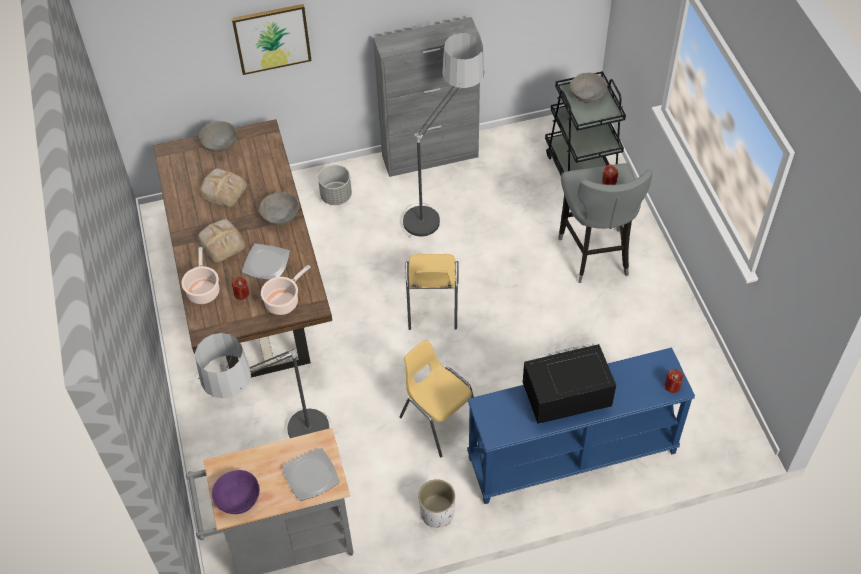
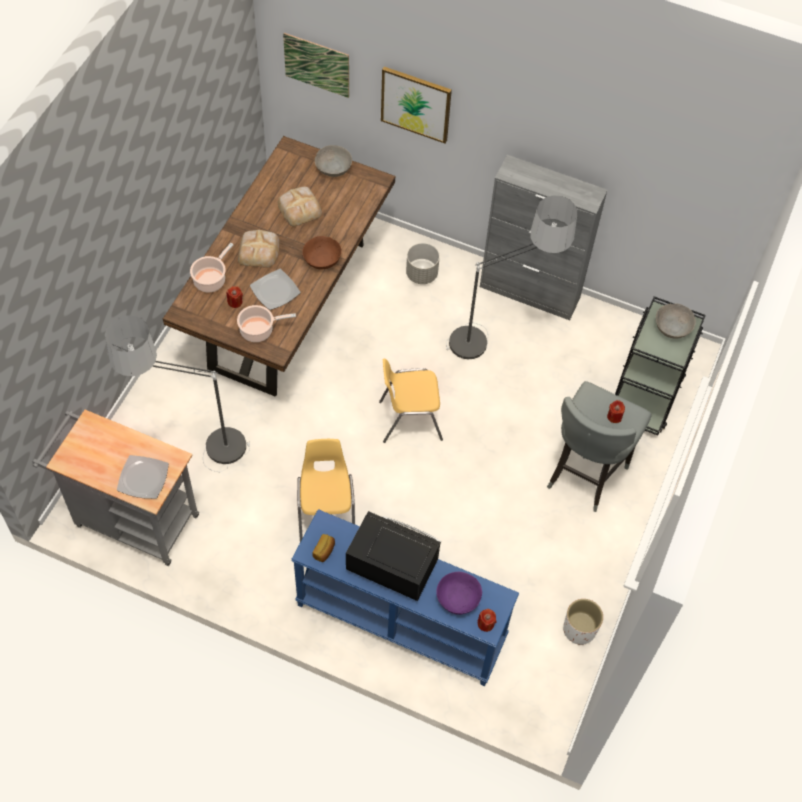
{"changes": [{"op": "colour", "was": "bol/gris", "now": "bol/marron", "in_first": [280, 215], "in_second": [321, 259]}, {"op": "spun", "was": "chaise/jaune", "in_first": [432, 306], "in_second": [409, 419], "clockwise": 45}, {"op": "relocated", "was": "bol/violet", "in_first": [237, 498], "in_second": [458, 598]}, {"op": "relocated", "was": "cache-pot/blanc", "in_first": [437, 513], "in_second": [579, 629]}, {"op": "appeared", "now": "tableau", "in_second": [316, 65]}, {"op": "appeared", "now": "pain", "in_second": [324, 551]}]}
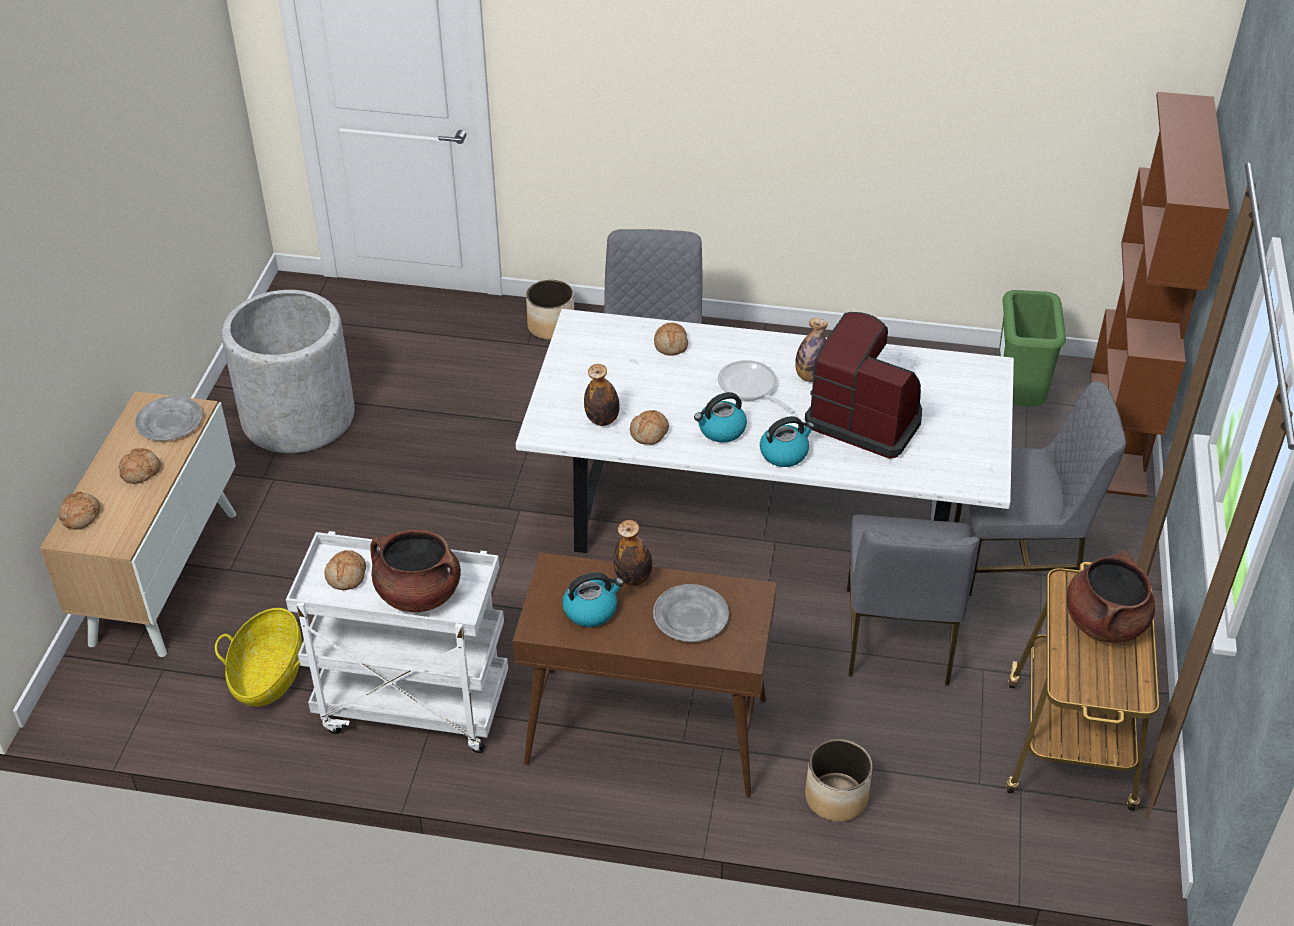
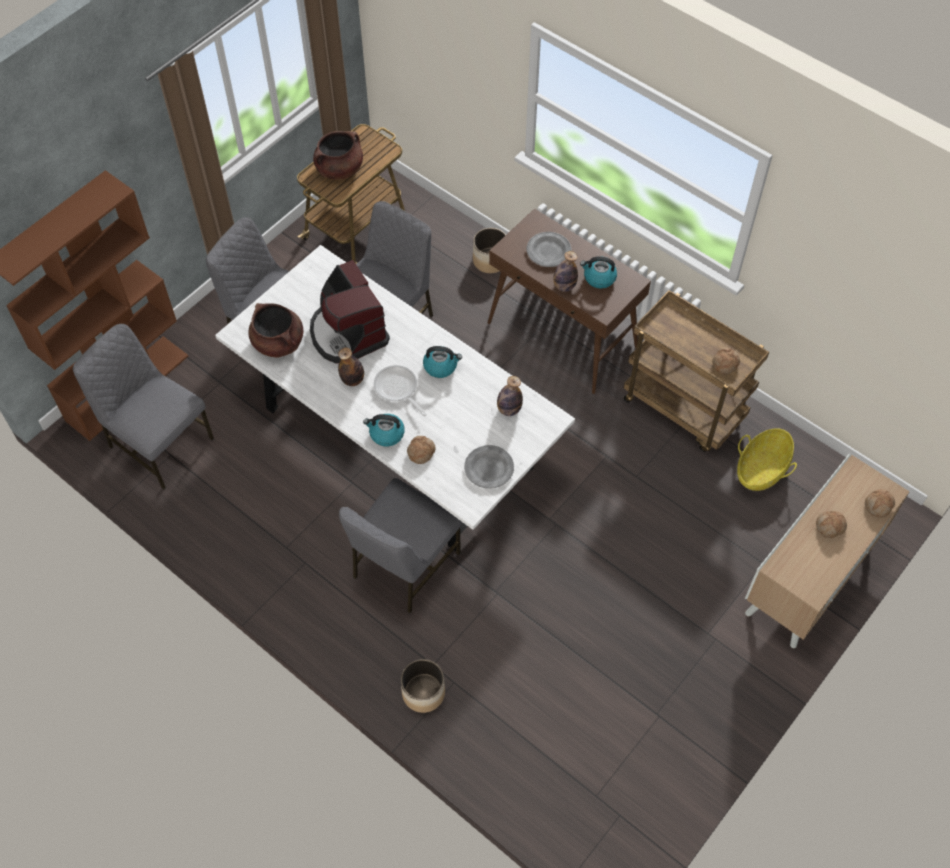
{"changes": [{"op": "missing", "was": "cache-pot/gris", "in_first": [298, 417]}, {"op": "exchanged", "was": "poubelle/vert", "now": "chaise/gris", "in_first": [1018, 400], "in_second": [159, 443]}, {"op": "spun", "was": "poêle", "in_first": [750, 388], "in_second": [398, 389], "clockwise": 150}, {"op": "relocated", "was": "assiette/gris", "in_first": [170, 422], "in_second": [488, 468]}, {"op": "missing", "was": "pain", "in_first": [650, 433]}, {"op": "relocated", "was": "bouilloire", "in_first": [784, 453], "in_second": [386, 434]}, {"op": "relocated", "was": "marmite/marron", "in_first": [418, 594], "in_second": [278, 343]}, {"op": "colour", "was": "chariot/blanc", "now": "chariot/marron", "in_first": [411, 708], "in_second": [684, 409]}]}
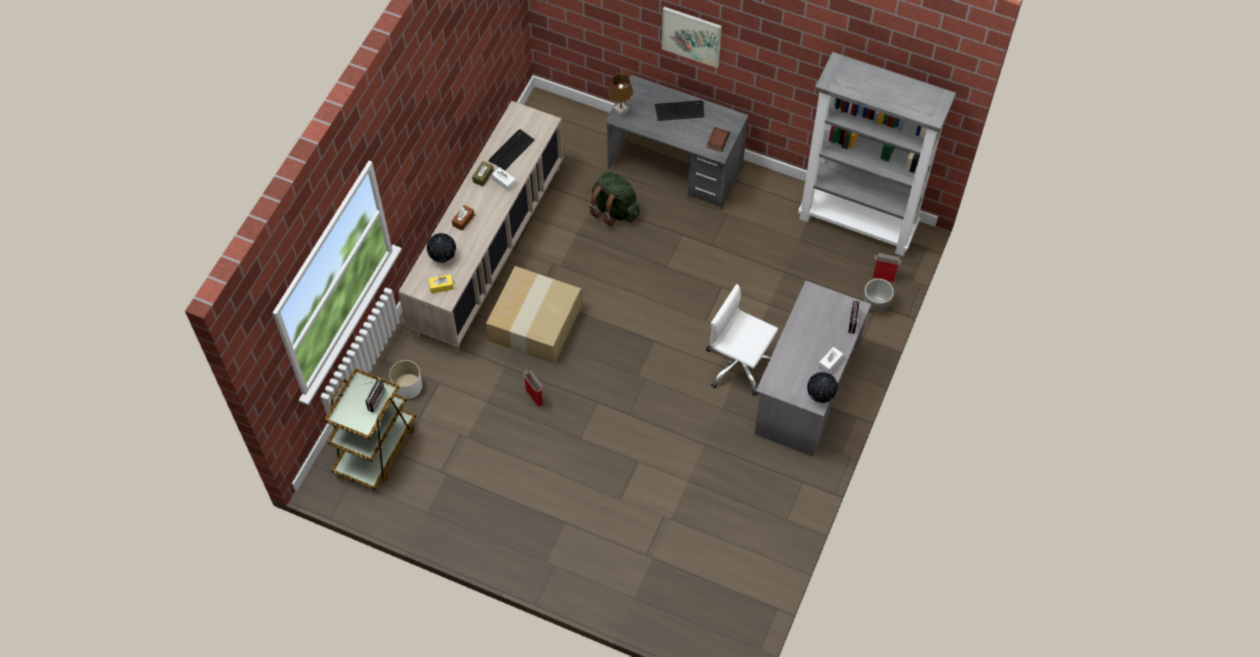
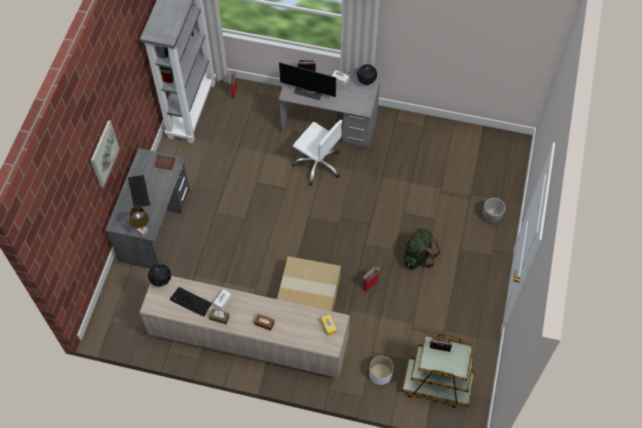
{"changes": [{"op": "relocated", "was": "sac à dos/vert", "in_first": [614, 210], "in_second": [418, 256]}, {"op": "relocated", "was": "globe", "in_first": [443, 258], "in_second": [161, 281]}, {"op": "relocated", "was": "cache-pot", "in_first": [875, 305], "in_second": [492, 216]}, {"op": "spun", "was": "chaise de bureau/blanc", "in_first": [739, 365], "in_second": [318, 164], "clockwise": -75}, {"op": "appeared", "now": "écran d'ordinateur", "in_second": [310, 90]}]}
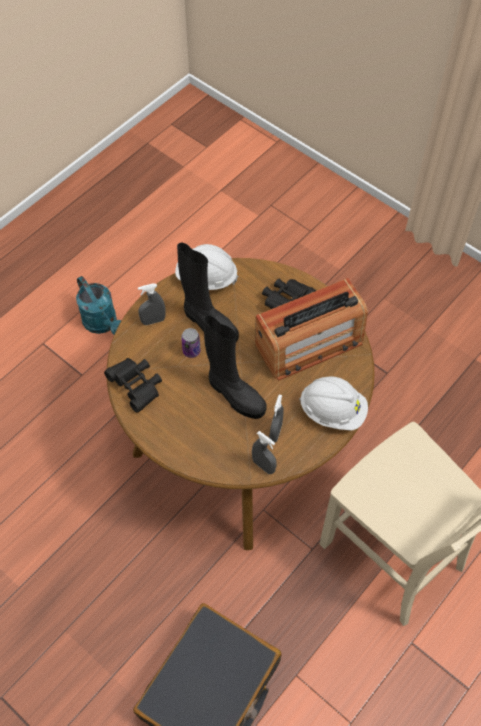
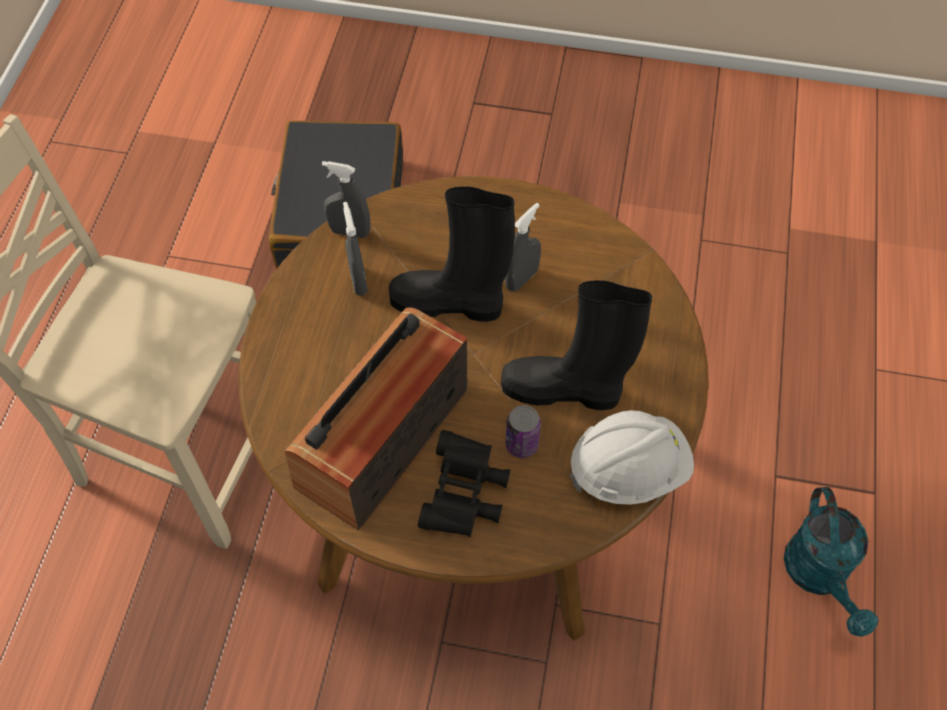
{"changes": [{"op": "spun", "was": "arrosoir/turquoise", "in_first": [103, 324], "in_second": [820, 576], "clockwise": -120}, {"op": "relocated", "was": "vaporisateur/gris", "in_first": [153, 321], "in_second": [521, 279]}, {"op": "relocated", "was": "boîte métallique", "in_first": [191, 351], "in_second": [521, 444]}, {"op": "missing", "was": "jumelles/noir", "in_first": [137, 387]}, {"op": "missing", "was": "casque de chantier/blanc", "in_first": [332, 411]}]}
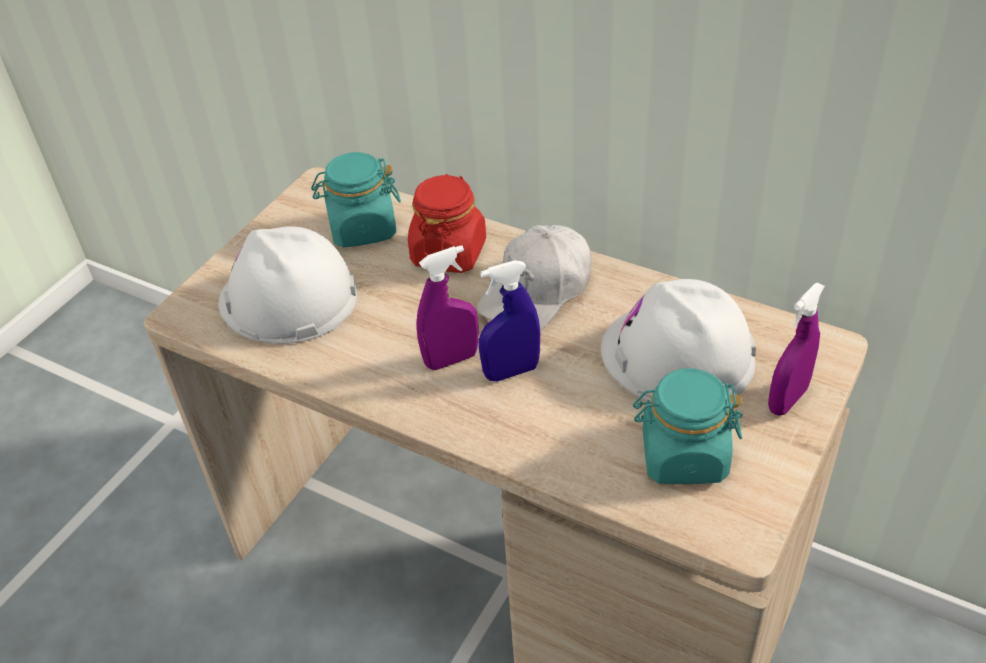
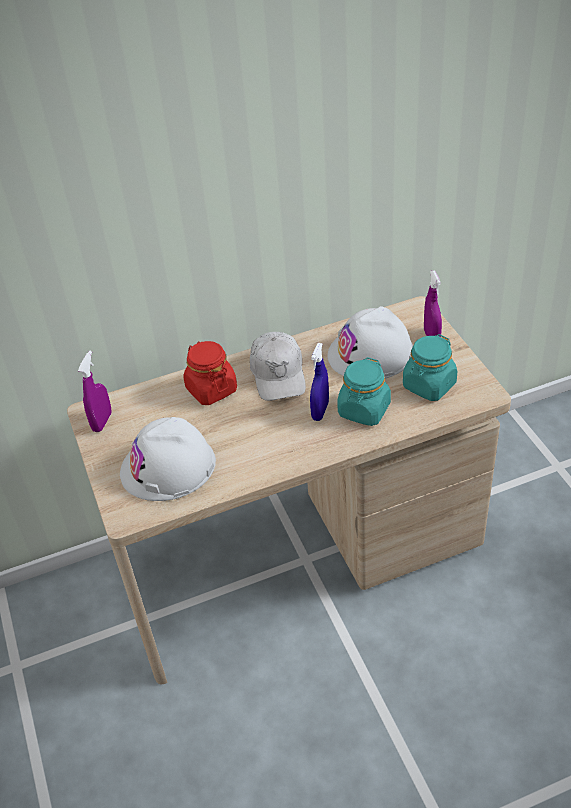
{"changes": [{"op": "relocated", "was": "bocal/turquoise", "in_first": [362, 228], "in_second": [364, 410]}, {"op": "relocated", "was": "vaporisateur/violet", "in_first": [451, 359], "in_second": [102, 422]}]}
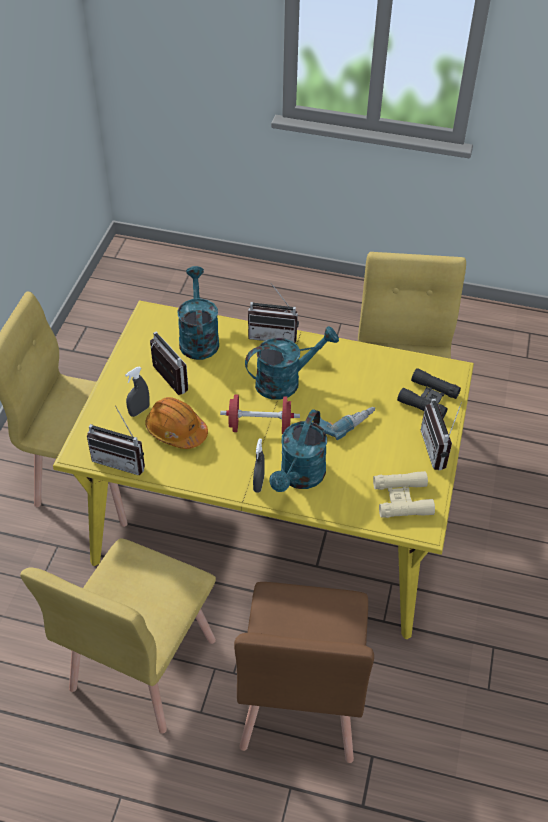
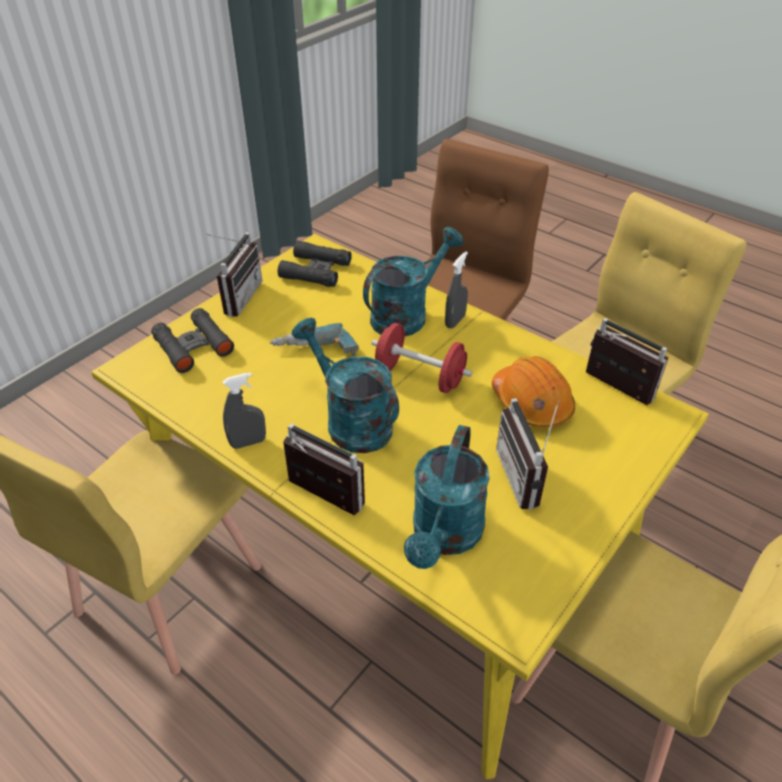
{"changes": [{"op": "spun", "was": "arrosoir/turquoise", "in_first": [285, 381], "in_second": [351, 421], "clockwise": 45}, {"op": "relocated", "was": "vaporisateur/gris", "in_first": [139, 411], "in_second": [248, 442]}, {"op": "colour", "was": "jumelles/beige", "now": "jumelles/noir", "in_first": [402, 499], "in_second": [315, 270]}]}
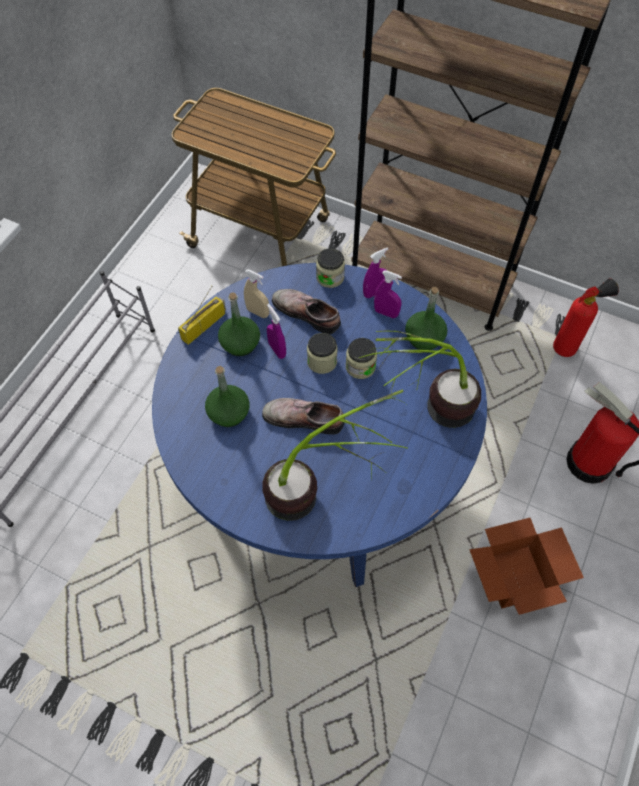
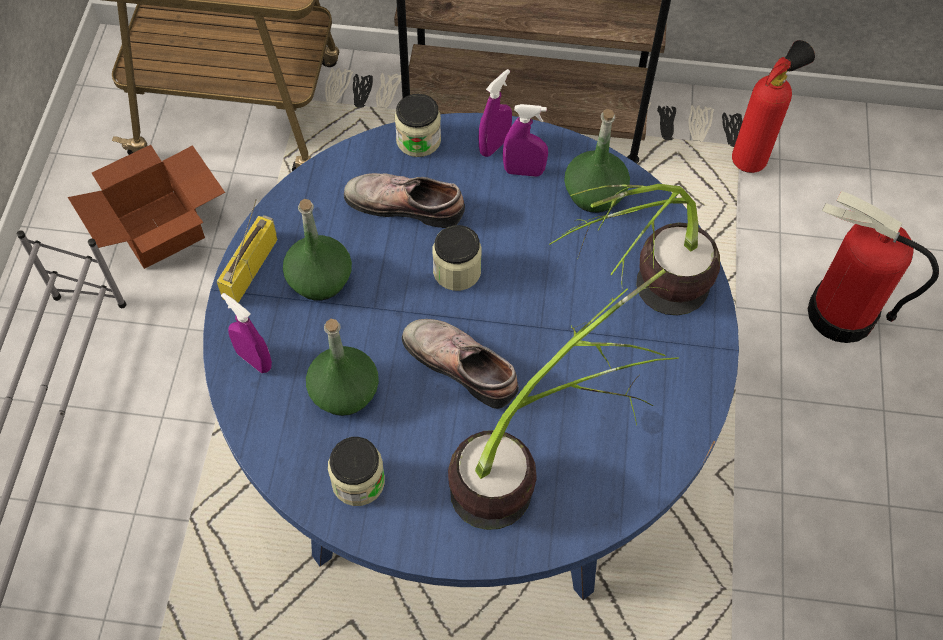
{"changes": [{"op": "missing", "was": "vaporisateur/beige", "in_first": [258, 312]}, {"op": "relocated", "was": "vaporisateur/violet", "in_first": [277, 350], "in_second": [254, 360]}, {"op": "relocated", "was": "bocal", "in_first": [360, 366], "in_second": [358, 481]}, {"op": "spun", "was": "chaussure", "in_first": [304, 417], "in_second": [463, 363], "clockwise": 45}, {"op": "relocated", "was": "carton", "in_first": [517, 577], "in_second": [162, 229]}]}
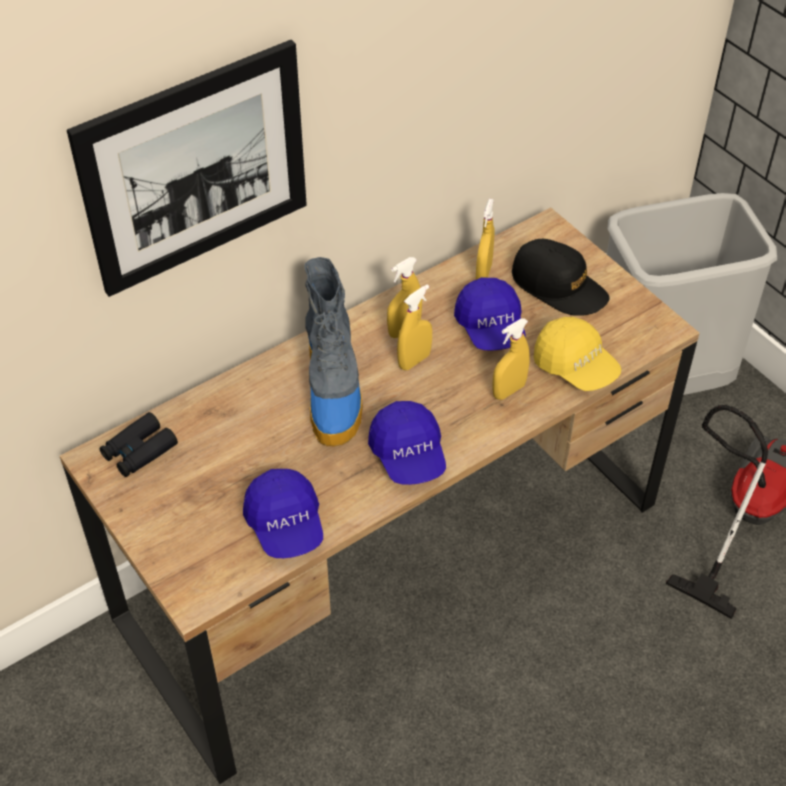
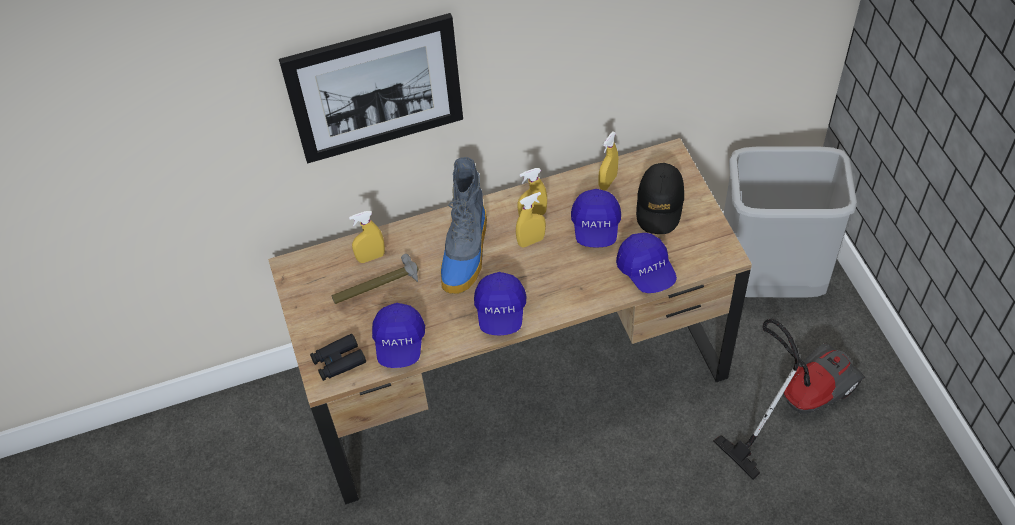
{"changes": [{"op": "spun", "was": "casquette/noir", "in_first": [559, 286], "in_second": [660, 204], "clockwise": 45}, {"op": "colour", "was": "casquette/jaune", "now": "casquette/bleu", "in_first": [575, 367], "in_second": [646, 271]}, {"op": "relocated", "was": "vaporisateur/jaune", "in_first": [508, 390], "in_second": [371, 257]}, {"op": "relocated", "was": "jumelles/noir", "in_first": [139, 451], "in_second": [338, 361]}, {"op": "appeared", "now": "marteau", "in_second": [376, 287]}]}
